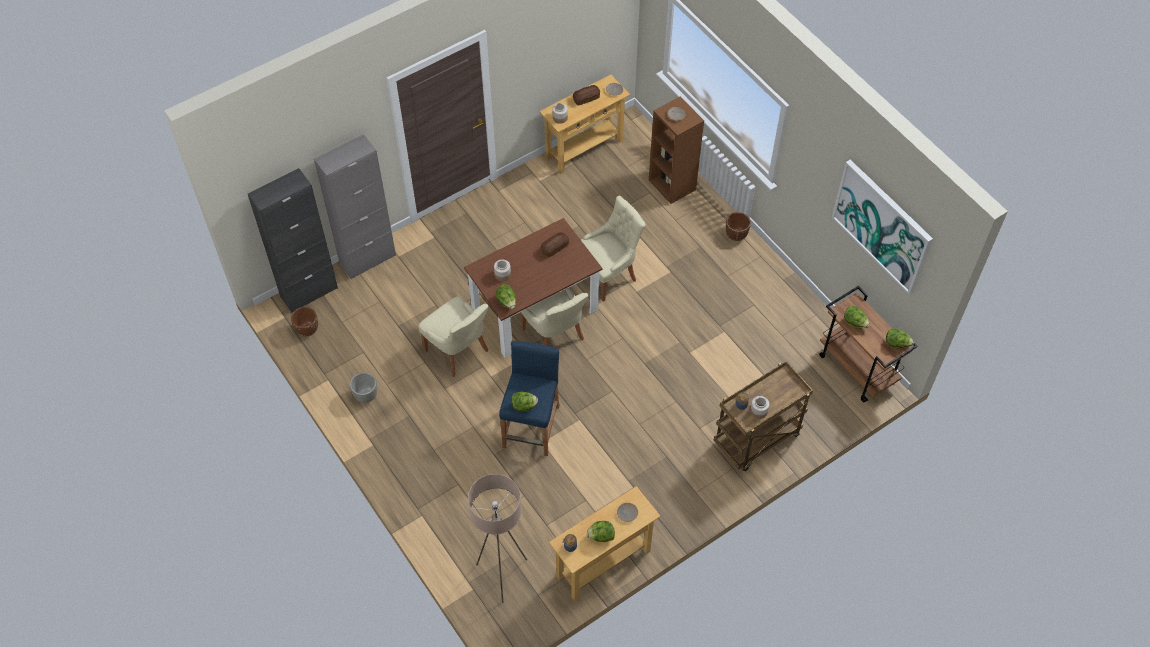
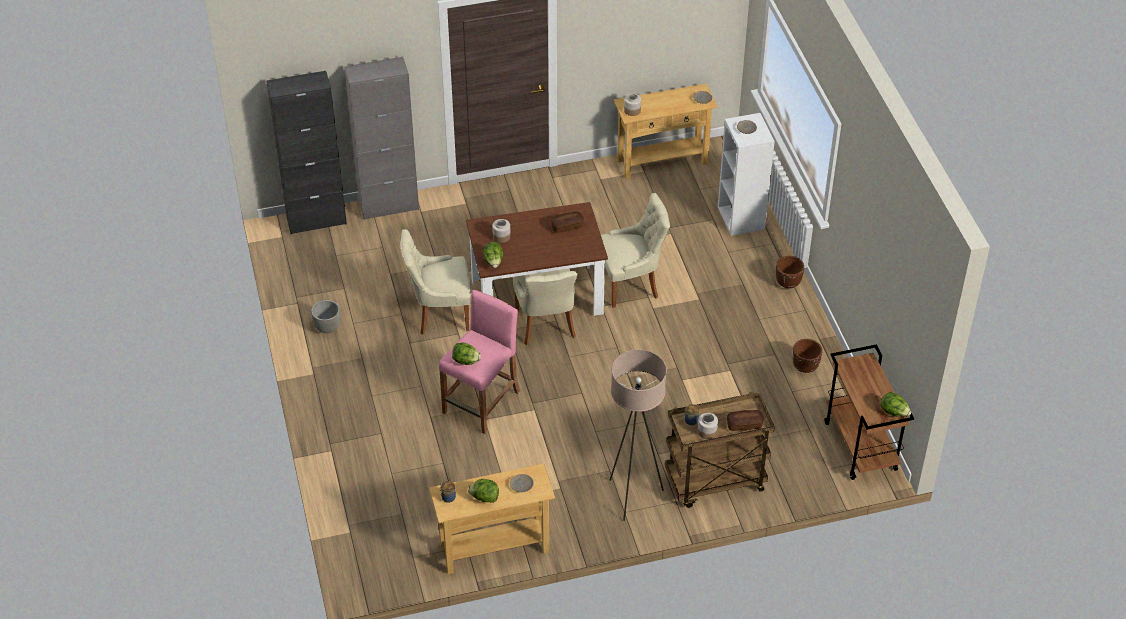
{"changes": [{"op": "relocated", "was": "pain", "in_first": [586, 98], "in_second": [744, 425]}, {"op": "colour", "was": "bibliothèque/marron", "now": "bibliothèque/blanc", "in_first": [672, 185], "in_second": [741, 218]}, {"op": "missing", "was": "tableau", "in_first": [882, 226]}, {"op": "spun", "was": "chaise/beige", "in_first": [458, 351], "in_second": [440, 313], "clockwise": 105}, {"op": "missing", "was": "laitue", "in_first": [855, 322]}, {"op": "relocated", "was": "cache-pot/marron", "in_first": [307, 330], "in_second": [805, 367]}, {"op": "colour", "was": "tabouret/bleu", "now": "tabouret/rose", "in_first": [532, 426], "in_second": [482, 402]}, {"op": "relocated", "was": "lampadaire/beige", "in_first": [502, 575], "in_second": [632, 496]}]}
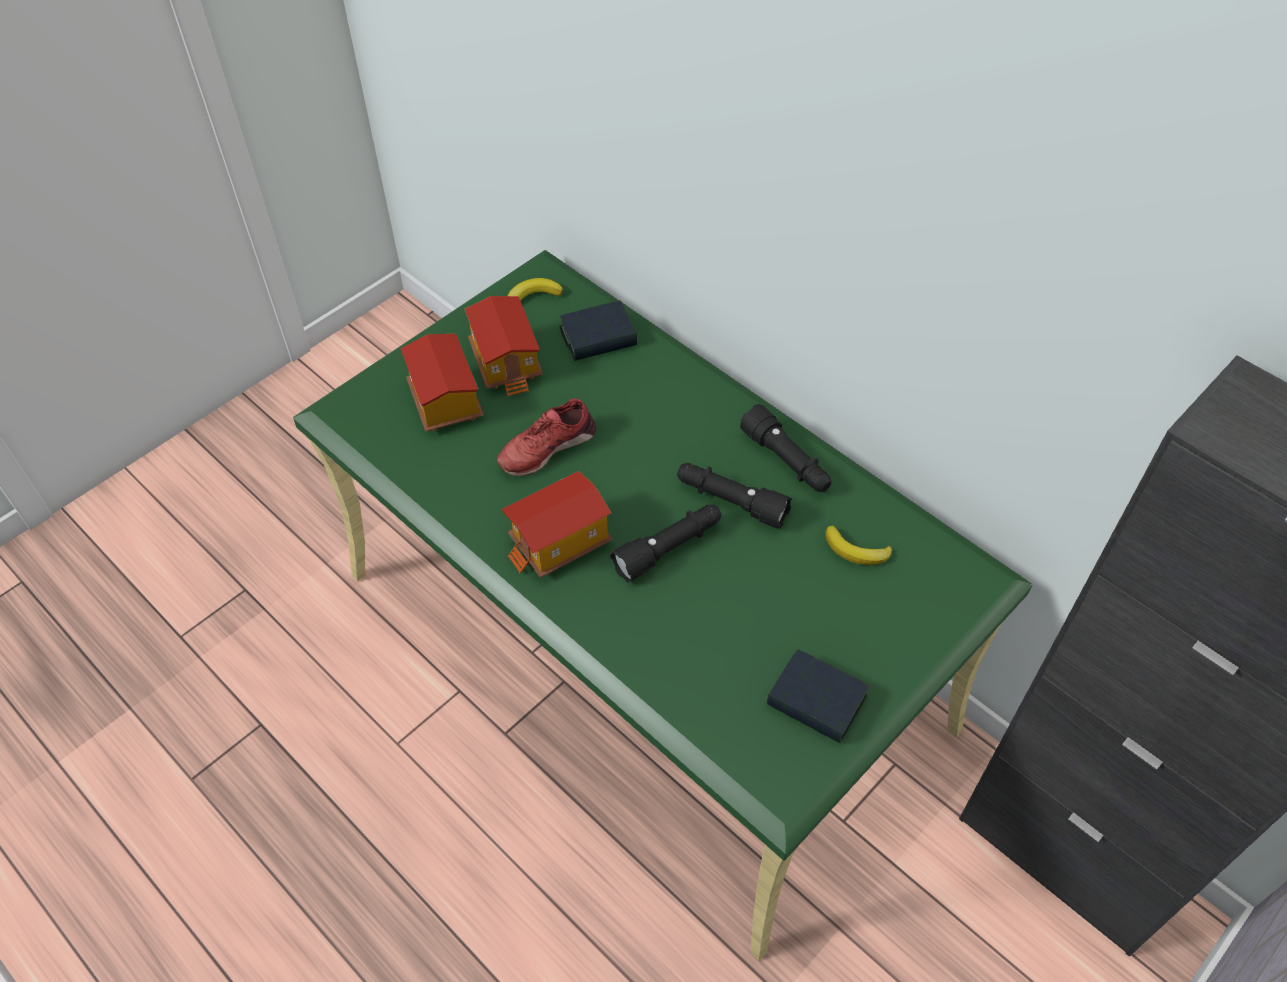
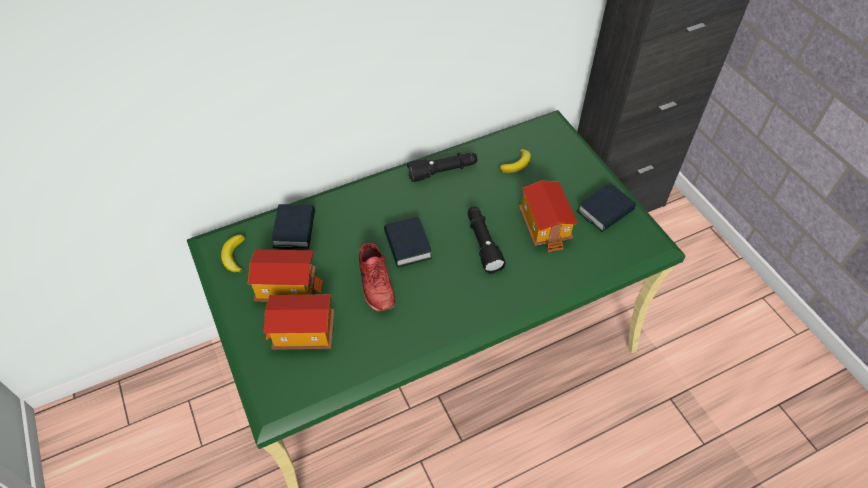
{"changes": [{"op": "missing", "was": "lampe de poche/noir", "in_first": [731, 501]}, {"op": "relocated", "was": "maison miniature", "in_first": [560, 543], "in_second": [545, 226]}, {"op": "appeared", "now": "livre", "in_second": [407, 245]}]}
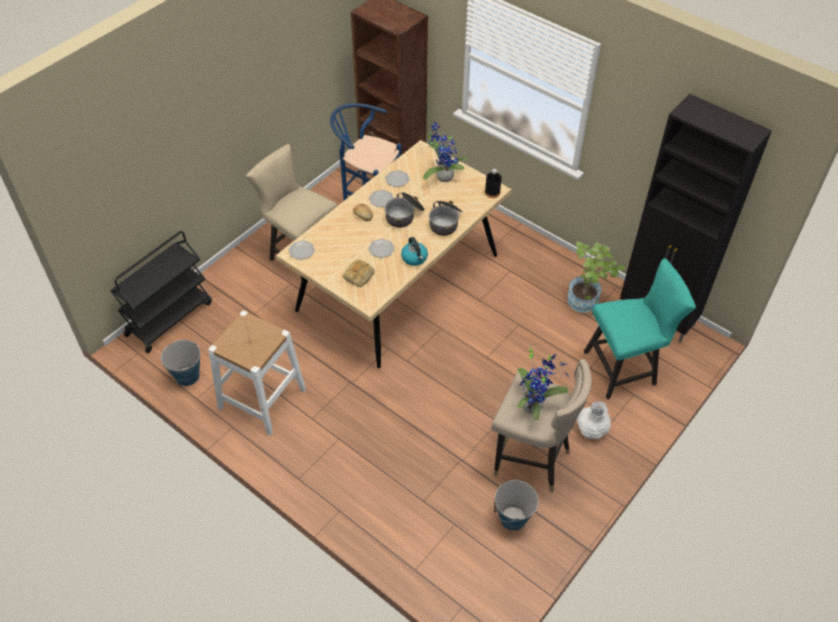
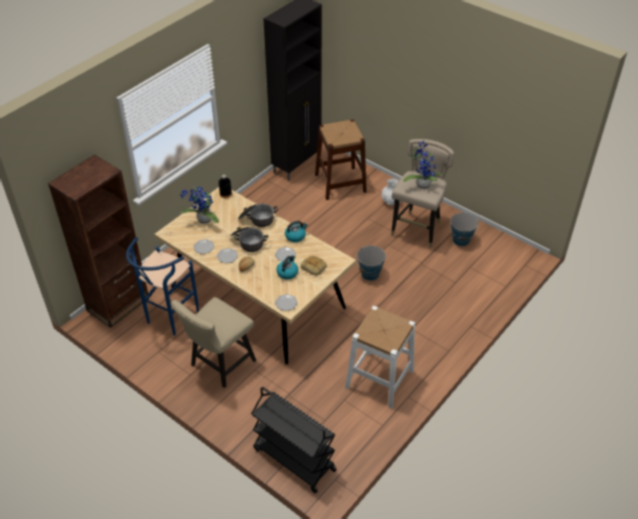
{"changes": [{"op": "missing", "was": "plante en pot", "in_first": [587, 300]}, {"op": "exchanged", "was": "chaise/turquoise", "now": "tabouret/marron", "in_first": [625, 368], "in_second": [340, 183]}, {"op": "relocated", "was": "seau", "in_first": [187, 376], "in_second": [370, 274]}, {"op": "appeared", "now": "bouilloire", "in_second": [287, 272]}]}
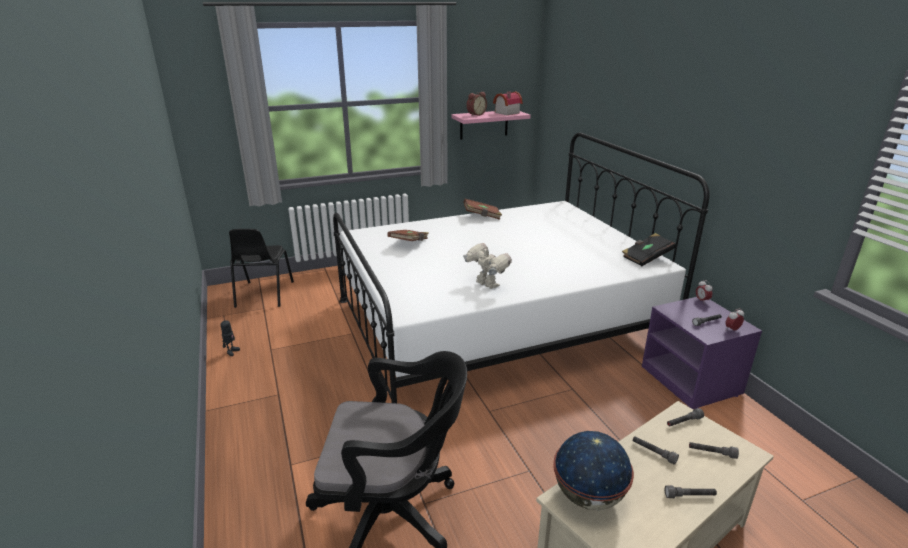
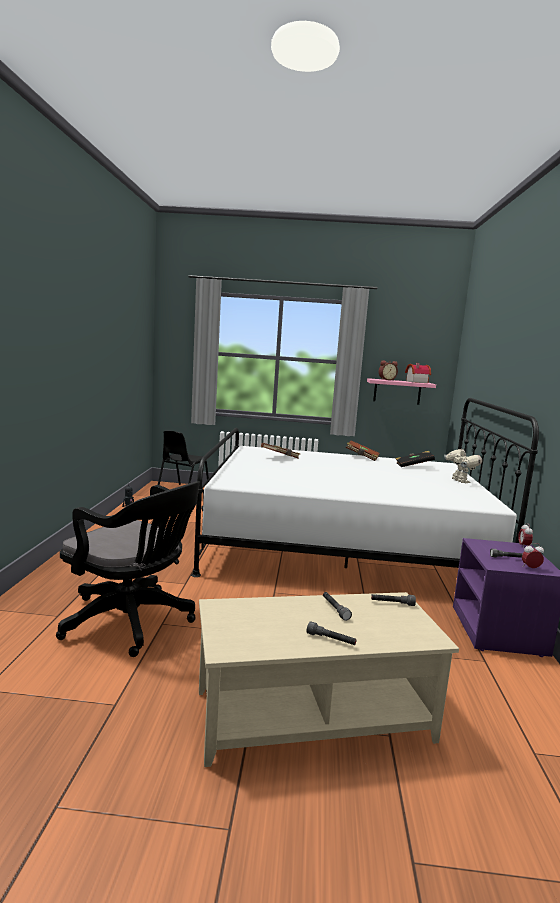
{"changes": [{"op": "relocated", "was": "livre/noir", "in_first": [646, 258], "in_second": [413, 466]}, {"op": "relocated", "was": "robot jouet", "in_first": [486, 285], "in_second": [459, 481]}, {"op": "missing", "was": "globe", "in_first": [588, 496]}, {"op": "missing", "was": "lampe de poche/gris", "in_first": [712, 453]}]}
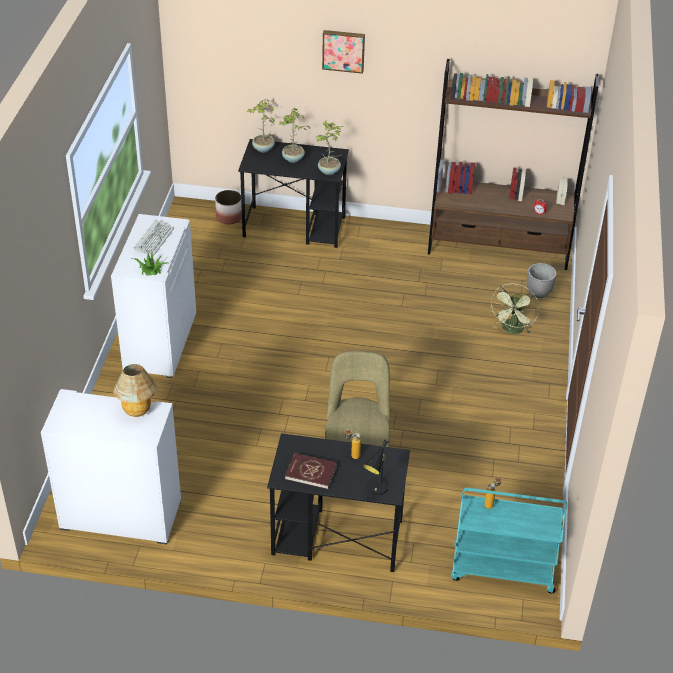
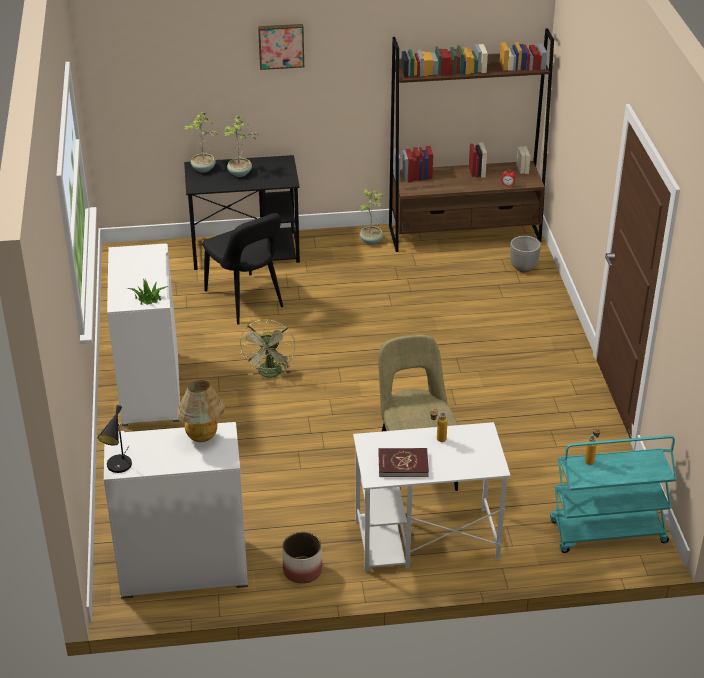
{"changes": [{"op": "relocated", "was": "plante en pot", "in_first": [329, 171], "in_second": [371, 241]}, {"op": "relocated", "was": "cache-pot", "in_first": [229, 217], "in_second": [302, 571]}, {"op": "missing", "was": "clavier", "in_first": [154, 239]}, {"op": "relocated", "was": "ventilateur/vert", "in_first": [512, 331], "in_second": [270, 374]}, {"op": "colour", "was": "bureau/noir", "now": "bureau/blanc", "in_first": [336, 538], "in_second": [425, 540]}, {"op": "relocated", "was": "lampe de table/noir", "in_first": [376, 489], "in_second": [118, 467]}, {"op": "appeared", "now": "chaise/noir", "in_second": [246, 301]}]}
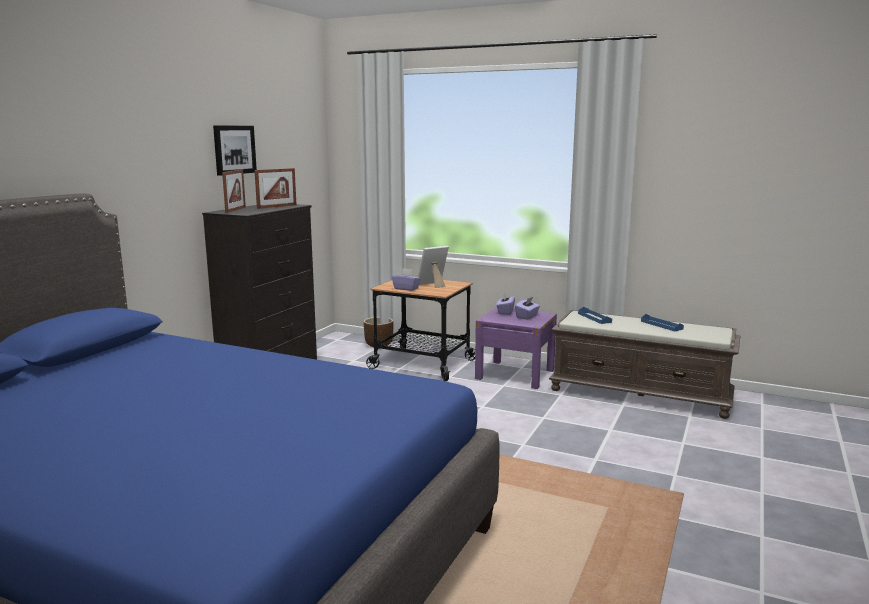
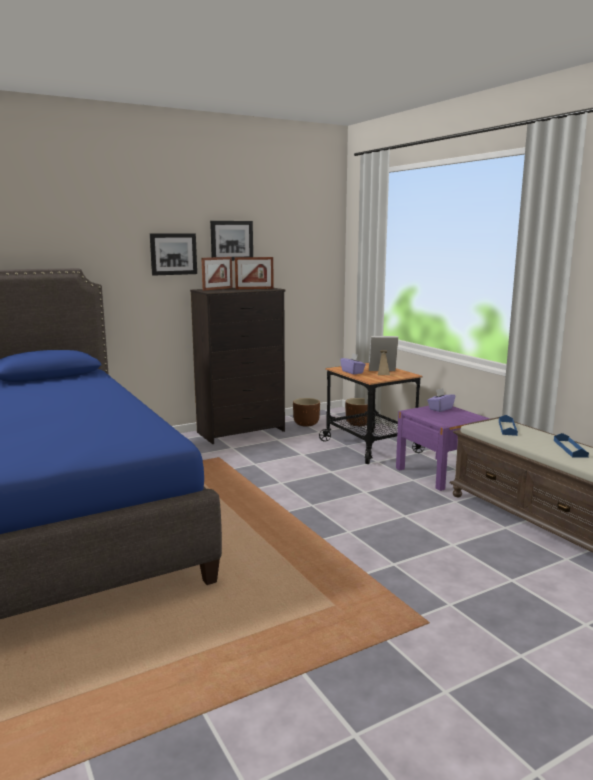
{"changes": [{"op": "missing", "was": "boîte à mouchoirs/violet", "in_first": [527, 316]}, {"op": "appeared", "now": "tableau", "in_second": [173, 254]}, {"op": "appeared", "now": "cache-pot/marron", "in_second": [306, 424]}]}
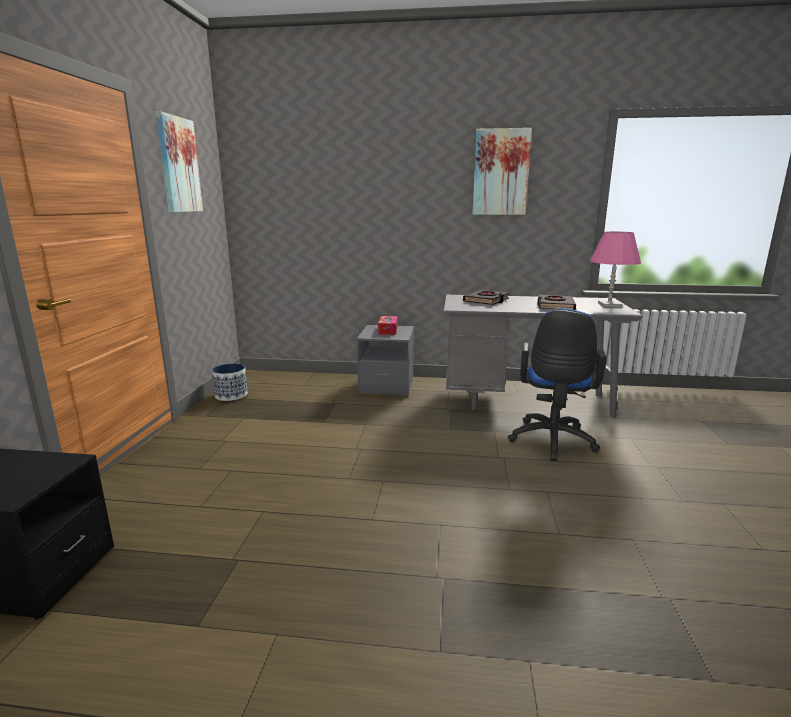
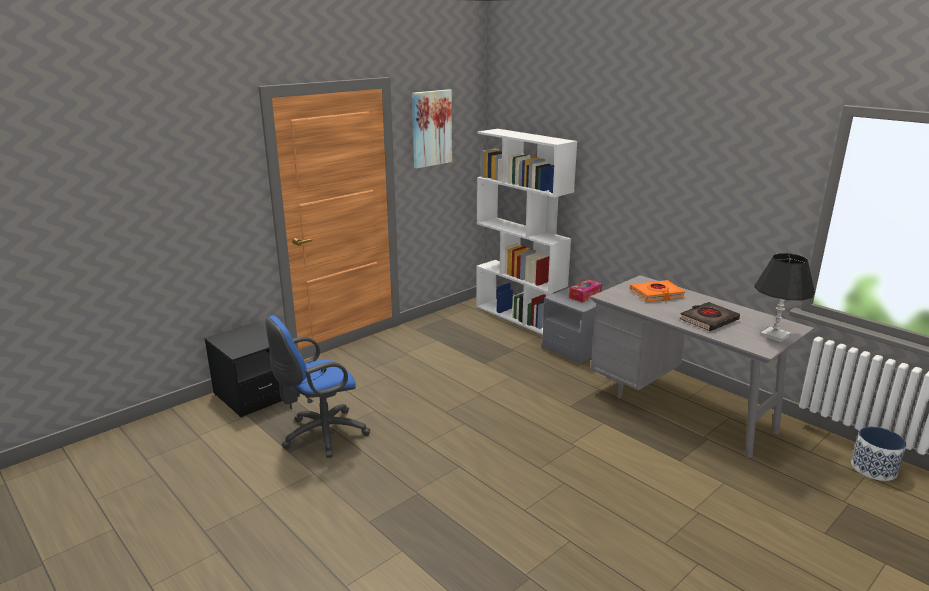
{"changes": [{"op": "missing", "was": "tableau", "in_first": [501, 172]}, {"op": "colour", "was": "lampe de table/rose", "now": "lampe de table/noir", "in_first": [609, 305], "in_second": [775, 335]}, {"op": "colour", "was": "livre/noir", "now": "livre/orange", "in_first": [486, 301], "in_second": [656, 294]}, {"op": "relocated", "was": "chaise de bureau/bleu", "in_first": [551, 442], "in_second": [320, 435]}, {"op": "relocated", "was": "cache-pot", "in_first": [231, 395], "in_second": [873, 468]}, {"op": "appeared", "now": "bibliothèque/blanc", "in_second": [520, 317]}]}
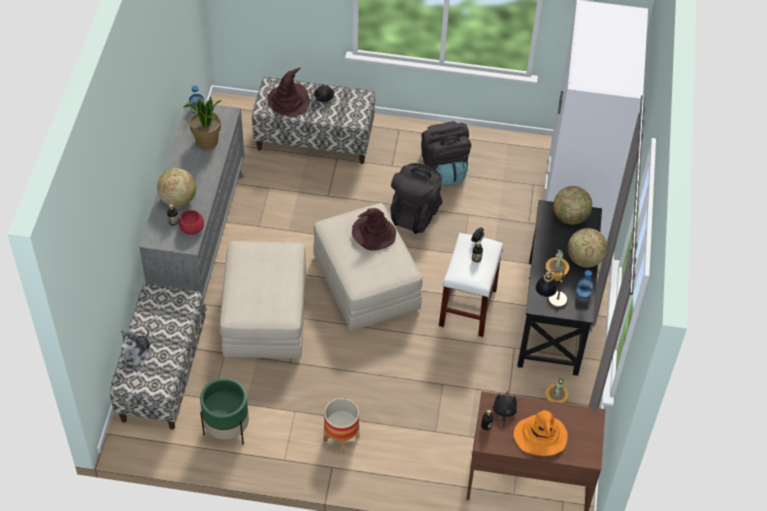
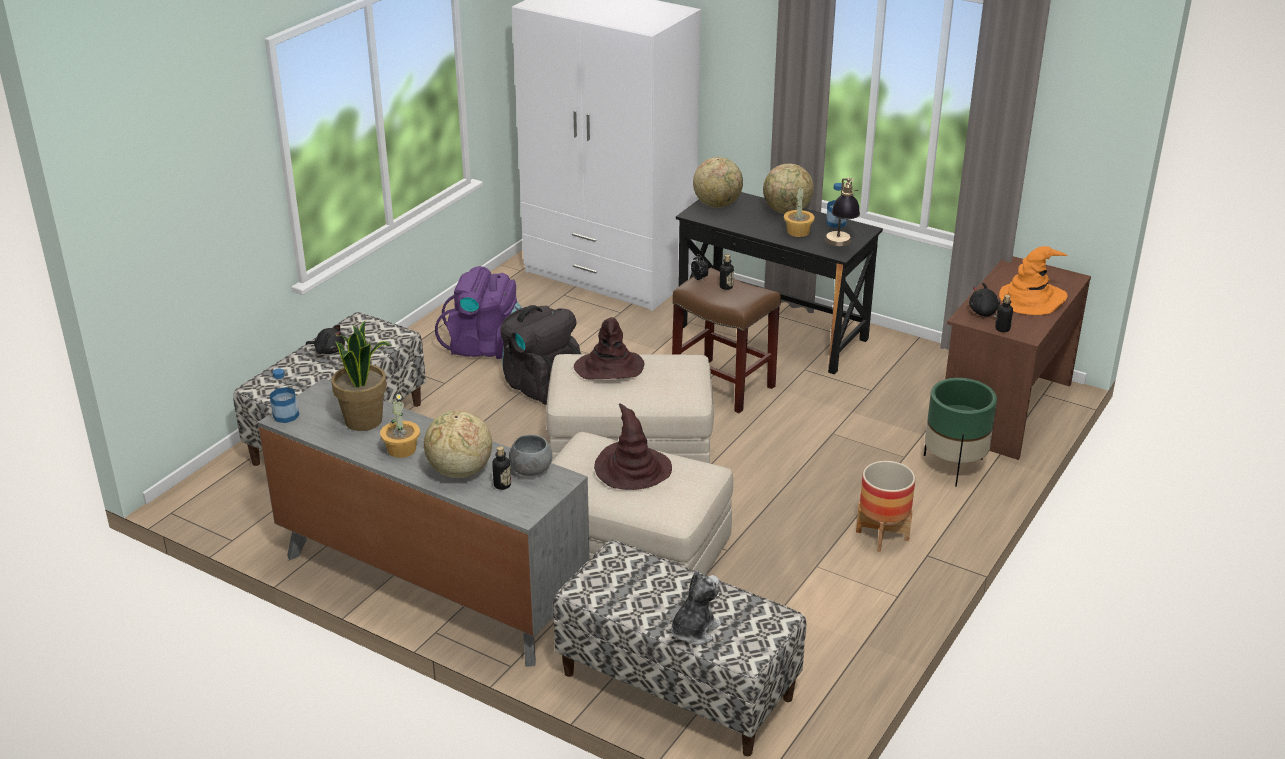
{"changes": [{"op": "relocated", "was": "chapeau/marron", "in_first": [289, 101], "in_second": [632, 469]}, {"op": "colour", "was": "sac à dos/noir", "now": "sac à dos/violet", "in_first": [444, 169], "in_second": [486, 347]}, {"op": "colour", "was": "bol/rouge", "now": "bol/gris", "in_first": [191, 229], "in_second": [530, 470]}, {"op": "colour", "was": "tabouret/blanc", "now": "tabouret/marron", "in_first": [467, 307], "in_second": [722, 385]}, {"op": "spun", "was": "peluche", "in_first": [138, 352], "in_second": [694, 630], "clockwise": -105}, {"op": "relocated", "was": "cache-pot/vert", "in_first": [227, 429], "in_second": [954, 466]}, {"op": "relocated", "was": "plante en pot", "in_first": [555, 400], "in_second": [401, 449]}]}
